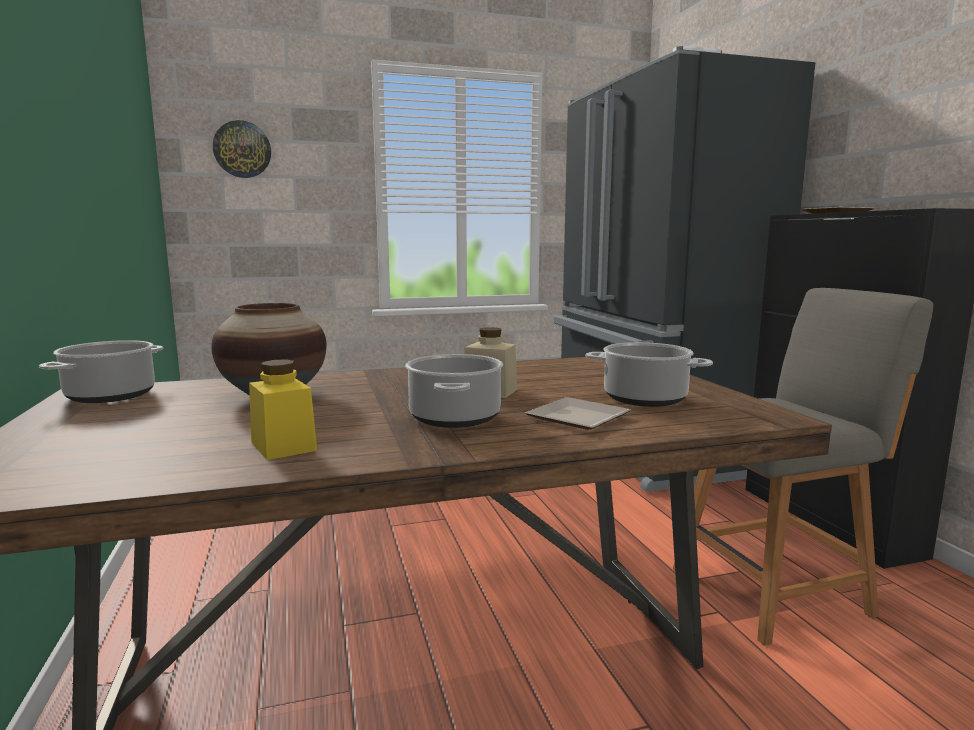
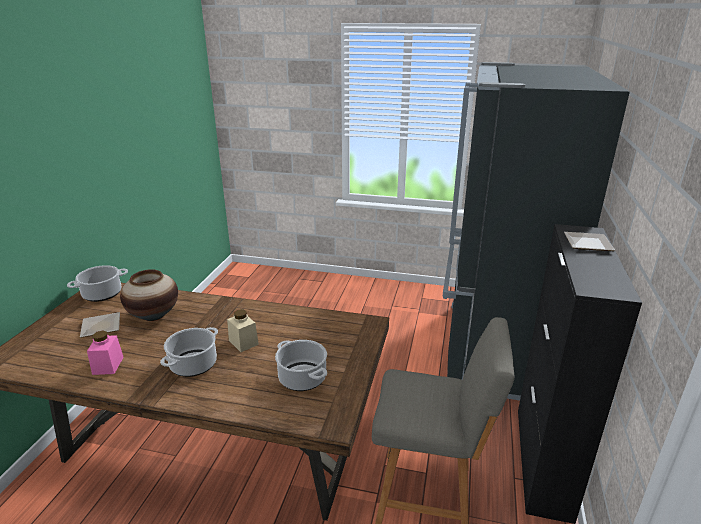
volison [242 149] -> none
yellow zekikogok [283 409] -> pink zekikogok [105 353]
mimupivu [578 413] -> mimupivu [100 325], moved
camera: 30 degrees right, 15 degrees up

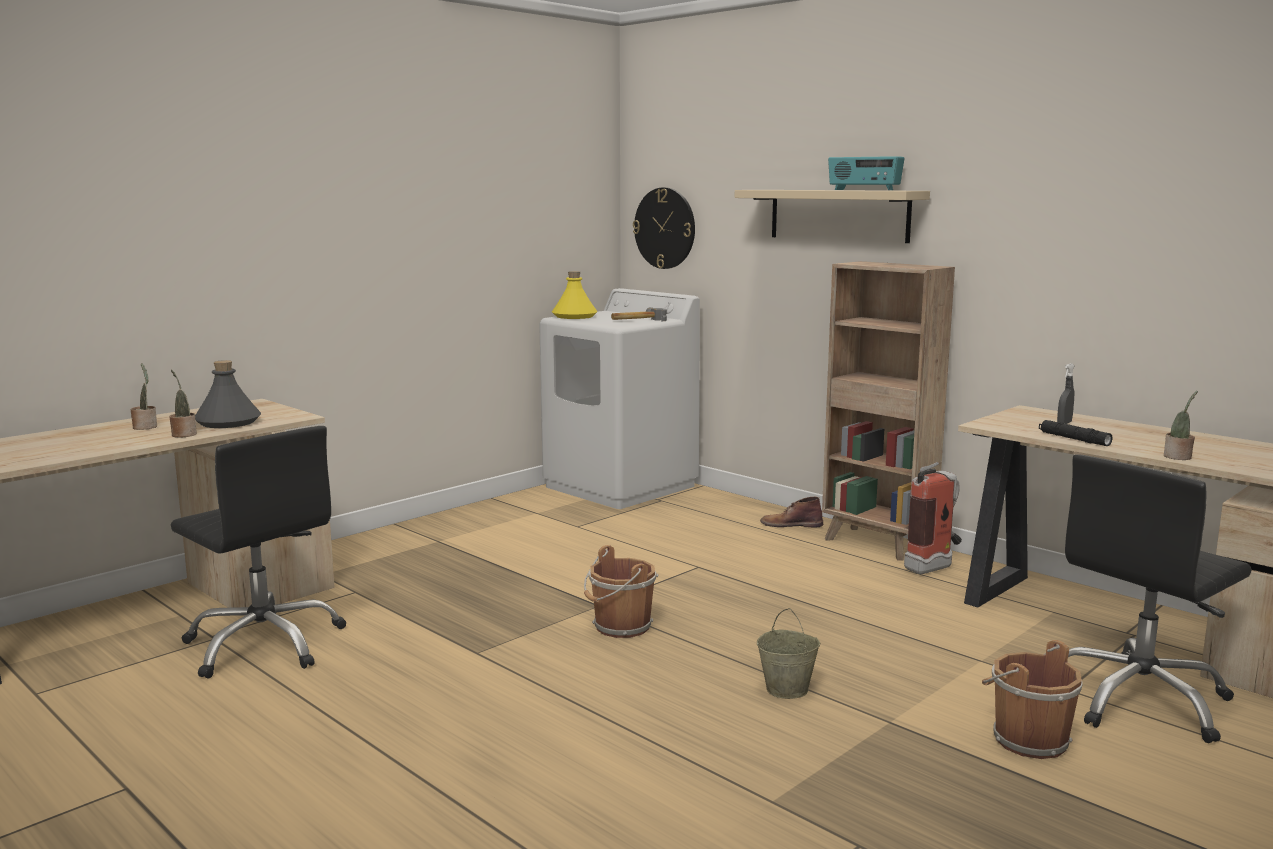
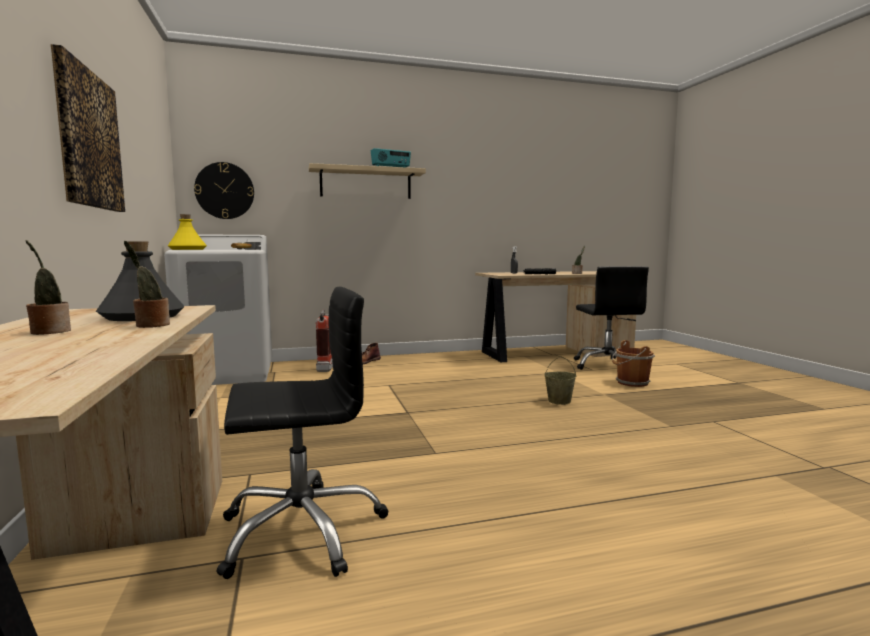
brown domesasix [888 411] -> none
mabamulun [933 518] -> mabamulun [324 340], moved
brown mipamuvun [621 591] -> none
none -> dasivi [88 128]
camera: 60 degrees left, 5 degrees down

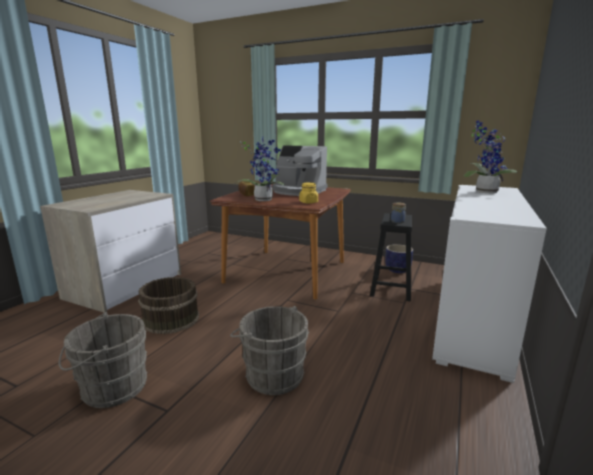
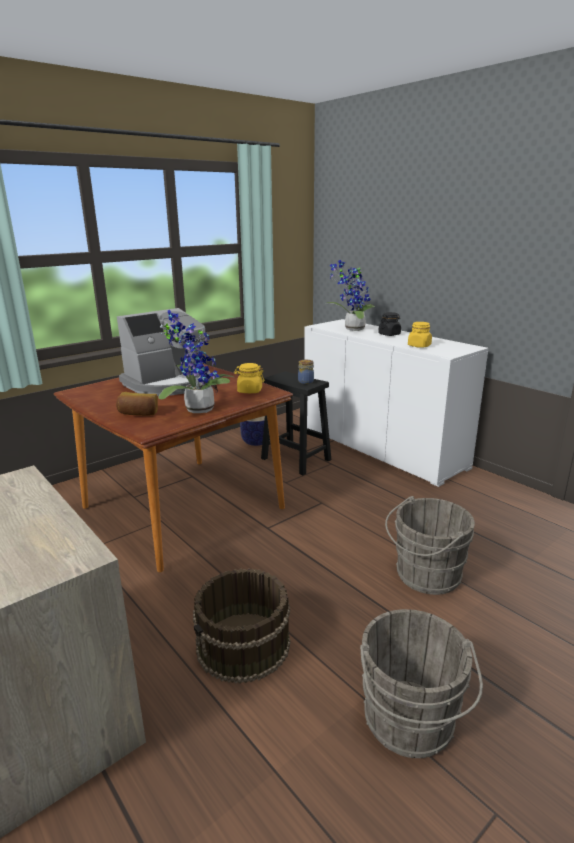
none -> black zekikogok [389 324]
none -> yellow zekikogok [420 335]
camera: 65 degrees left, 5 degrees up

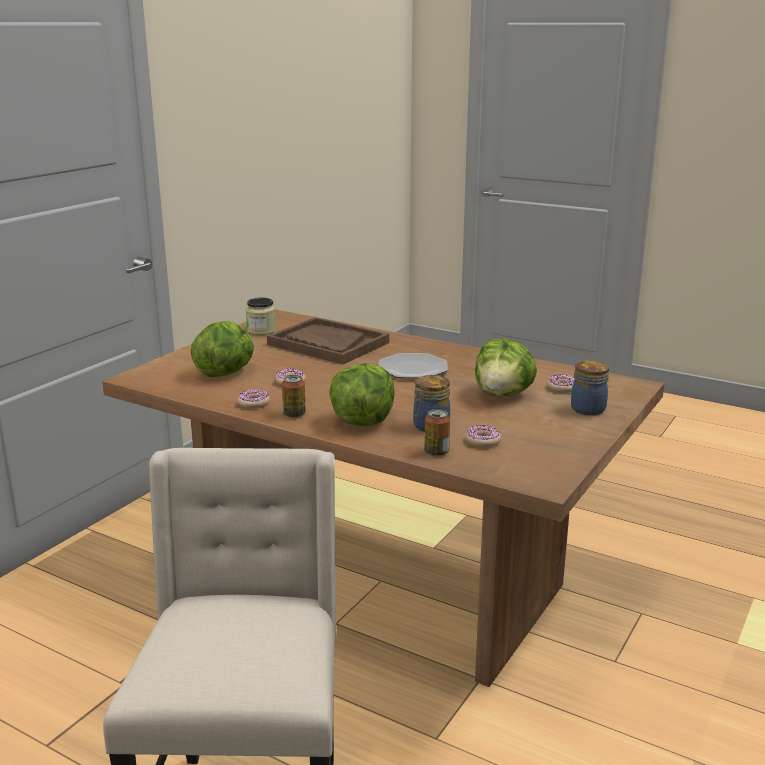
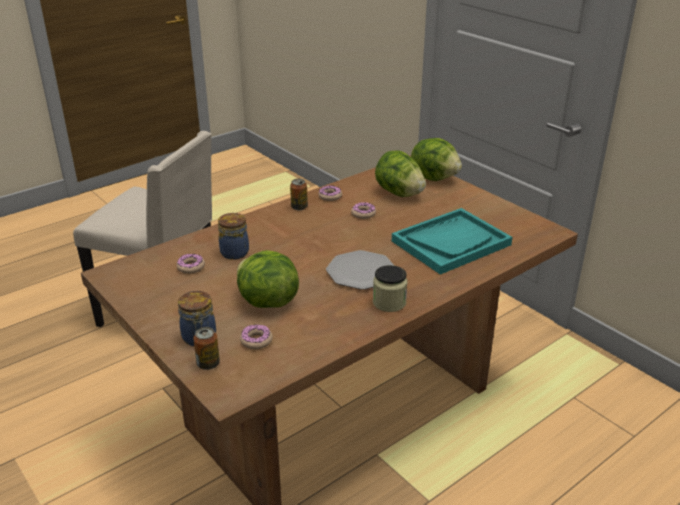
zekikogok [261 316] -> zekikogok [390 288], moved
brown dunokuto [328 340] -> turquoise dunokuto [452 241]
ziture [362 394] -> ziture [436 159], moved
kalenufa [437 432] -> kalenufa [206 348], moved
camera: 110 degrees right, 10 degrees up

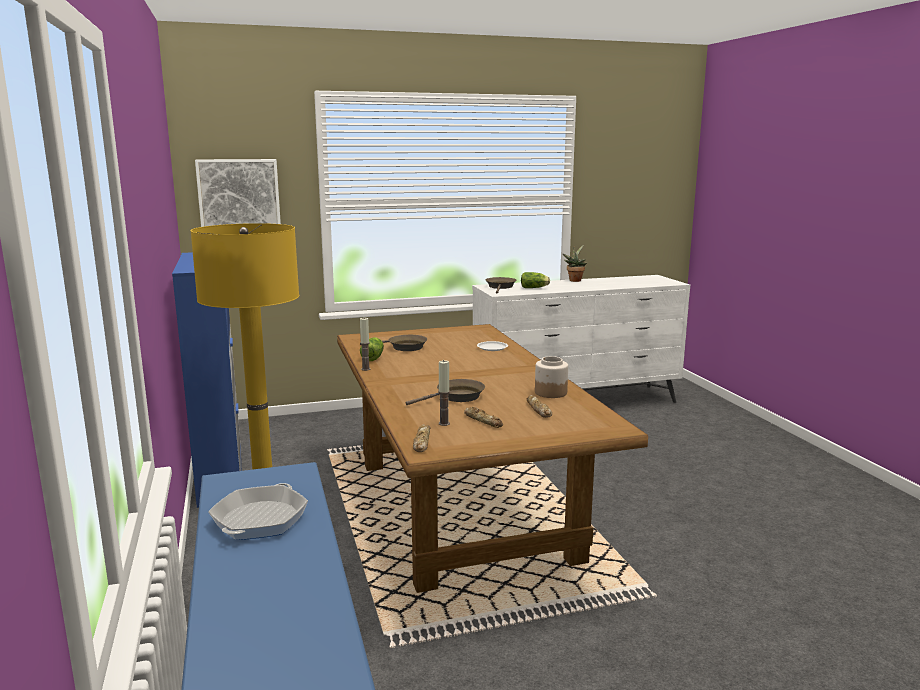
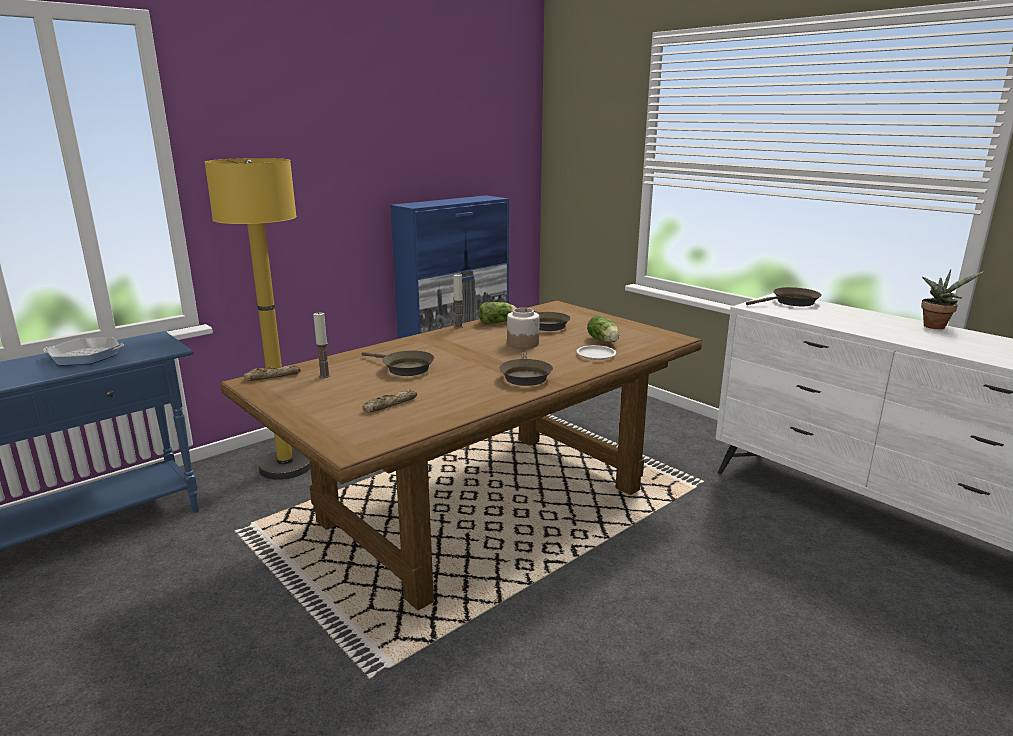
dasivi [238 193] -> none
ziture [535 280] -> ziture [603 328], moved
zekikogok [551 377] -> zekikogok [523 328], moved
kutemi [483 417] -> none
none -> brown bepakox [526 368]
camera: 65 degrees right, 5 degrees up

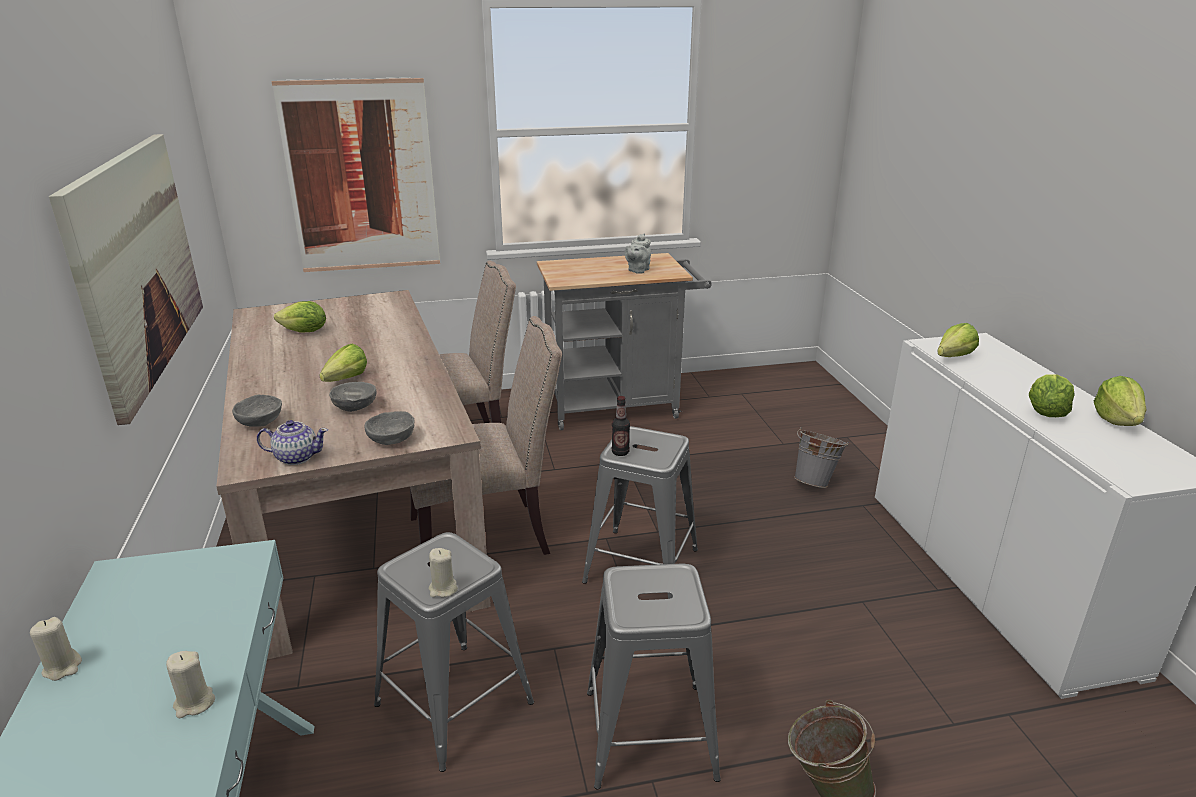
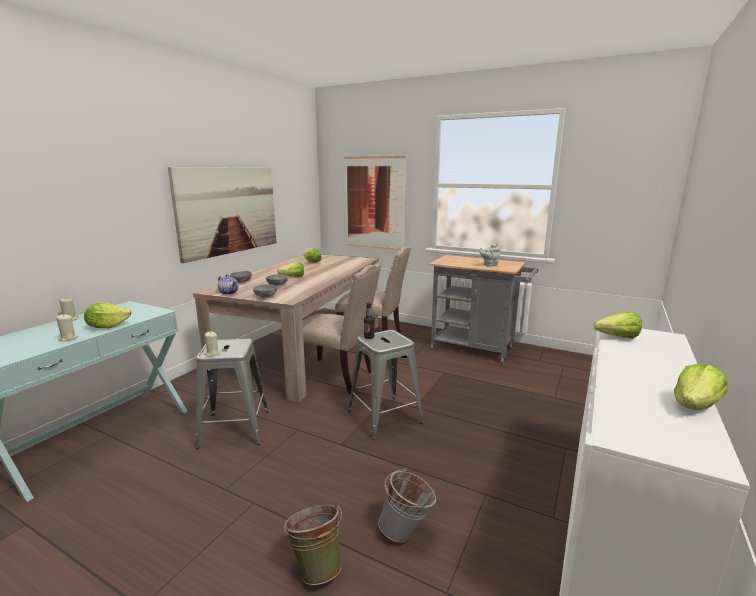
ziture [1052 395] -> ziture [107 315], moved
grey mipamuvun [821 457] -> grey mipamuvun [407 505], moved
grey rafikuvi [654 676] -> none
camera: 40 degrees right, 10 degrees down

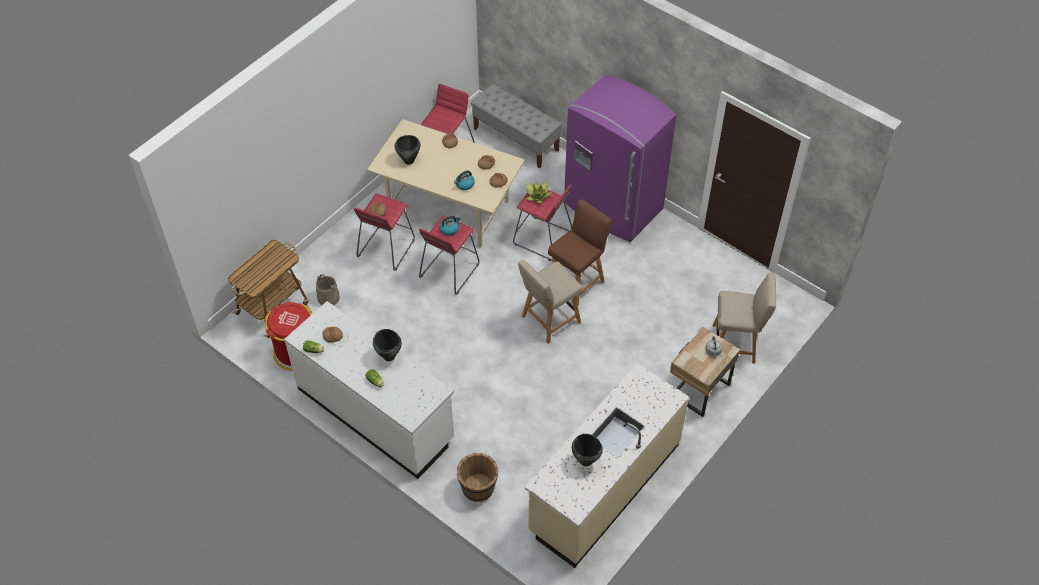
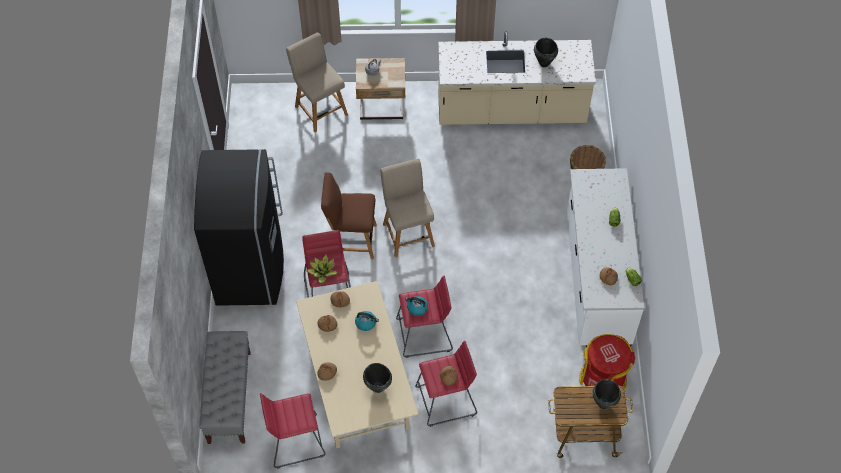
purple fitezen [620 158] -> black fitezen [239 227]
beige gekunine [550 302] -> beige gekunine [407 208], 120 degrees counterclockwise
beige mipamuvun [328 289] -> none
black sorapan [387 345] -> black sorapan [606 394], moved
camera: 130 degrees left, 5 degrees up

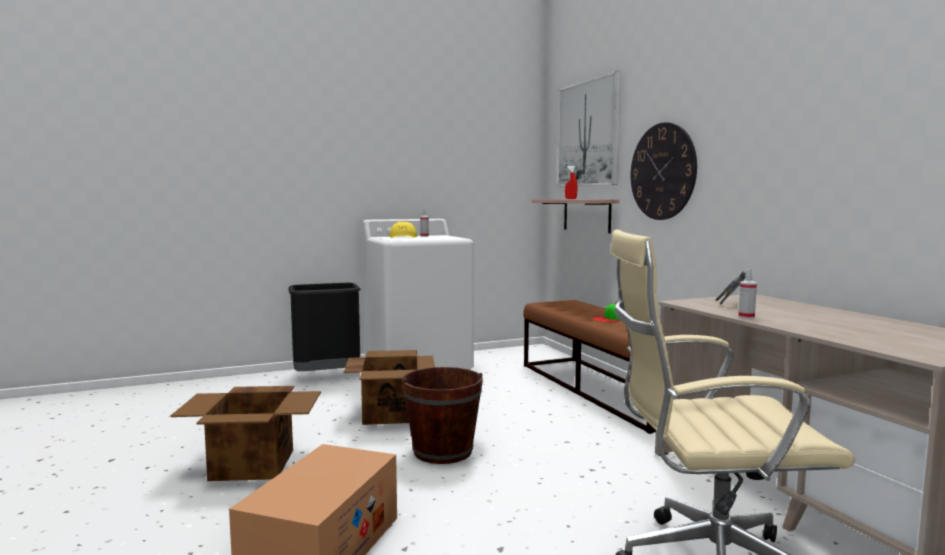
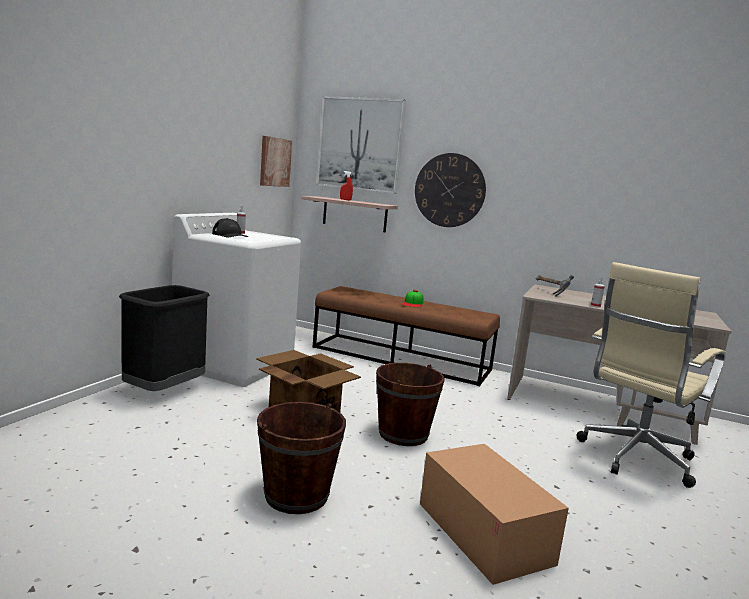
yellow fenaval [403 229] -> black fenaval [230 227]
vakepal [245 433] -> brown mipamuvun [301 458]
none -> dasivi [276 161]
camera: 45 degrees left, 5 degrees up

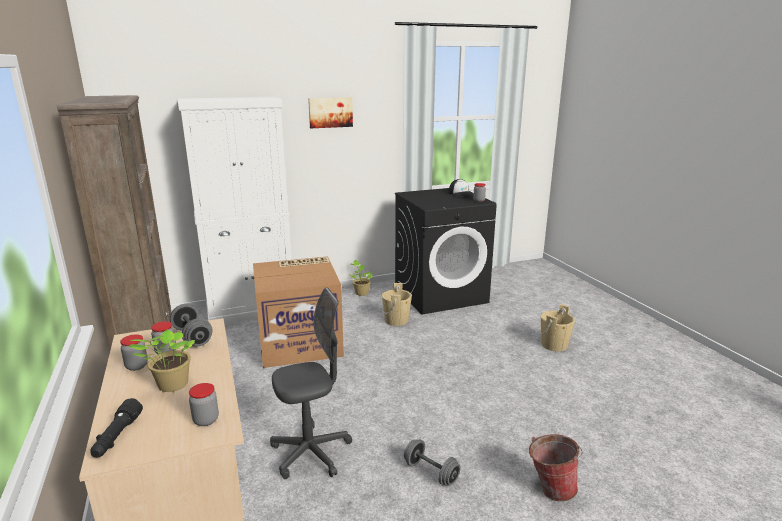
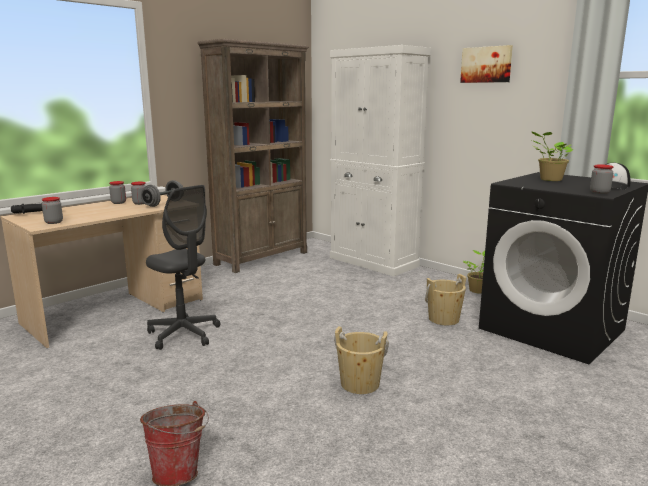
vakepal [298 312] -> none
beige mipamuvun [557 328] -> beige mipamuvun [361 360], moved
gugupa [161 360] -> gugupa [552 156], moved
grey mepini [432 462] -> none
camera: 65 degrees right, 5 degrees down

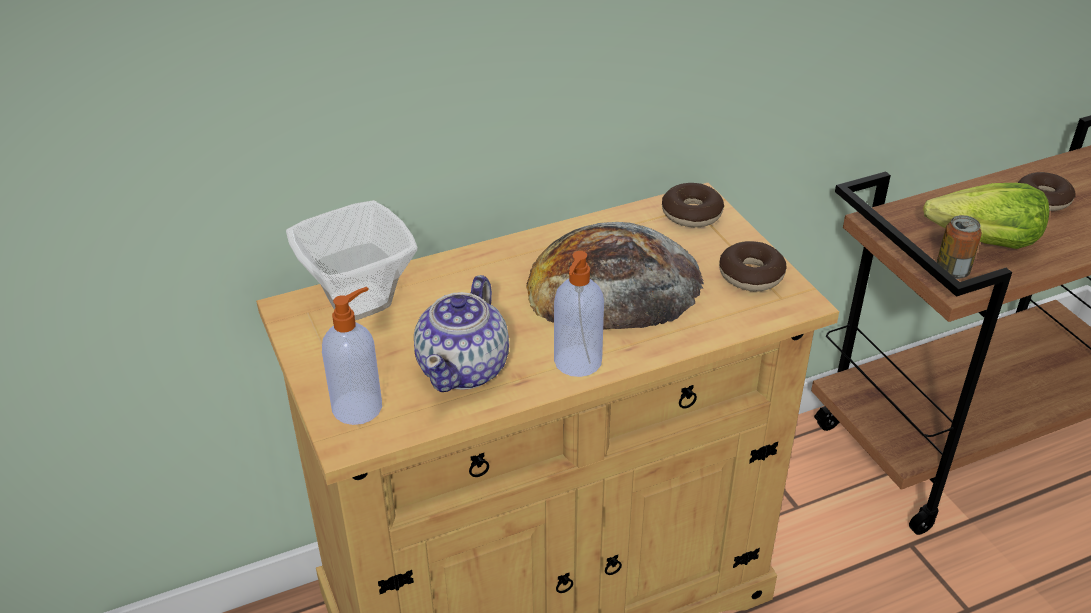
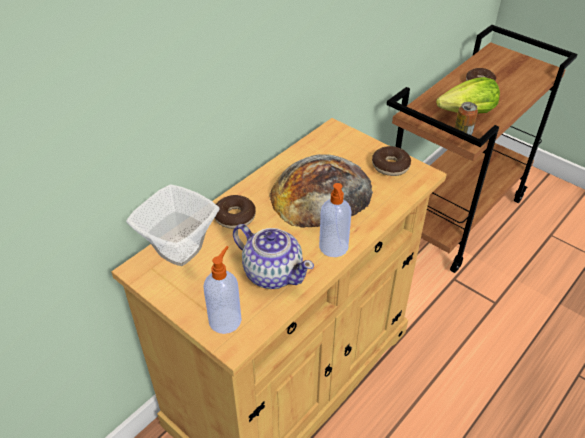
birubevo [693 205] -> birubevo [235 212], moved
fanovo [461 333] -> fanovo [273 256], 45 degrees counterclockwise
camera: 25 degrees left, 5 degrees up

